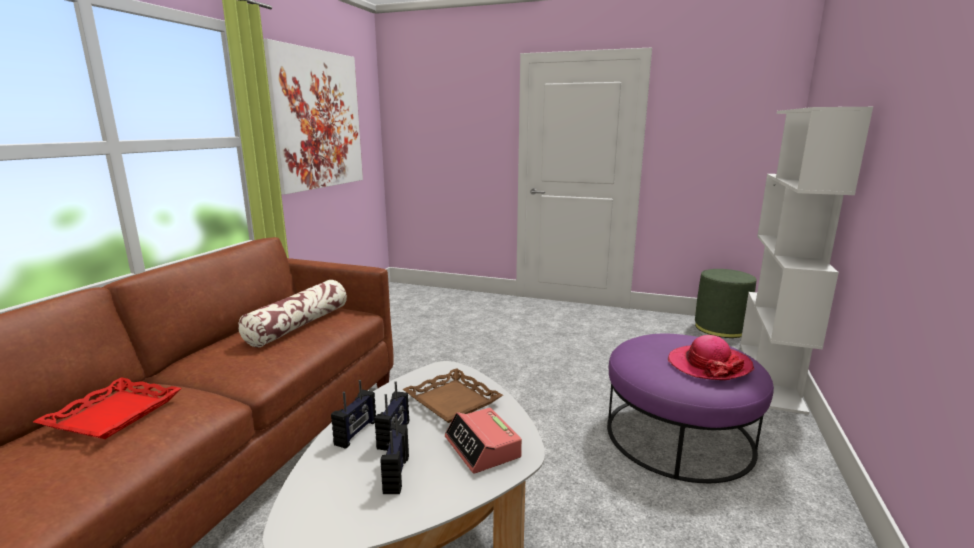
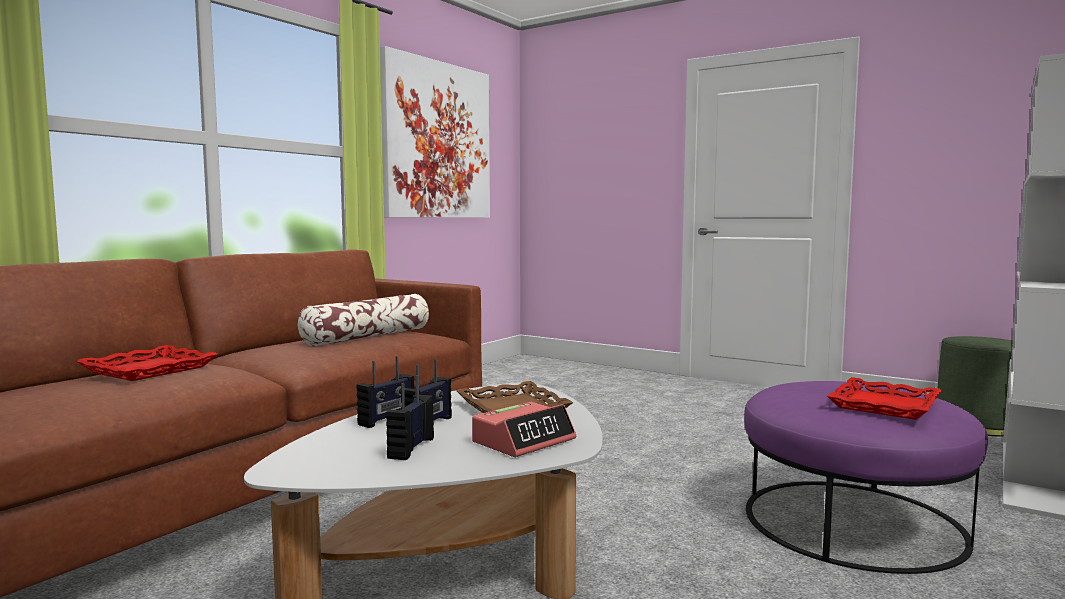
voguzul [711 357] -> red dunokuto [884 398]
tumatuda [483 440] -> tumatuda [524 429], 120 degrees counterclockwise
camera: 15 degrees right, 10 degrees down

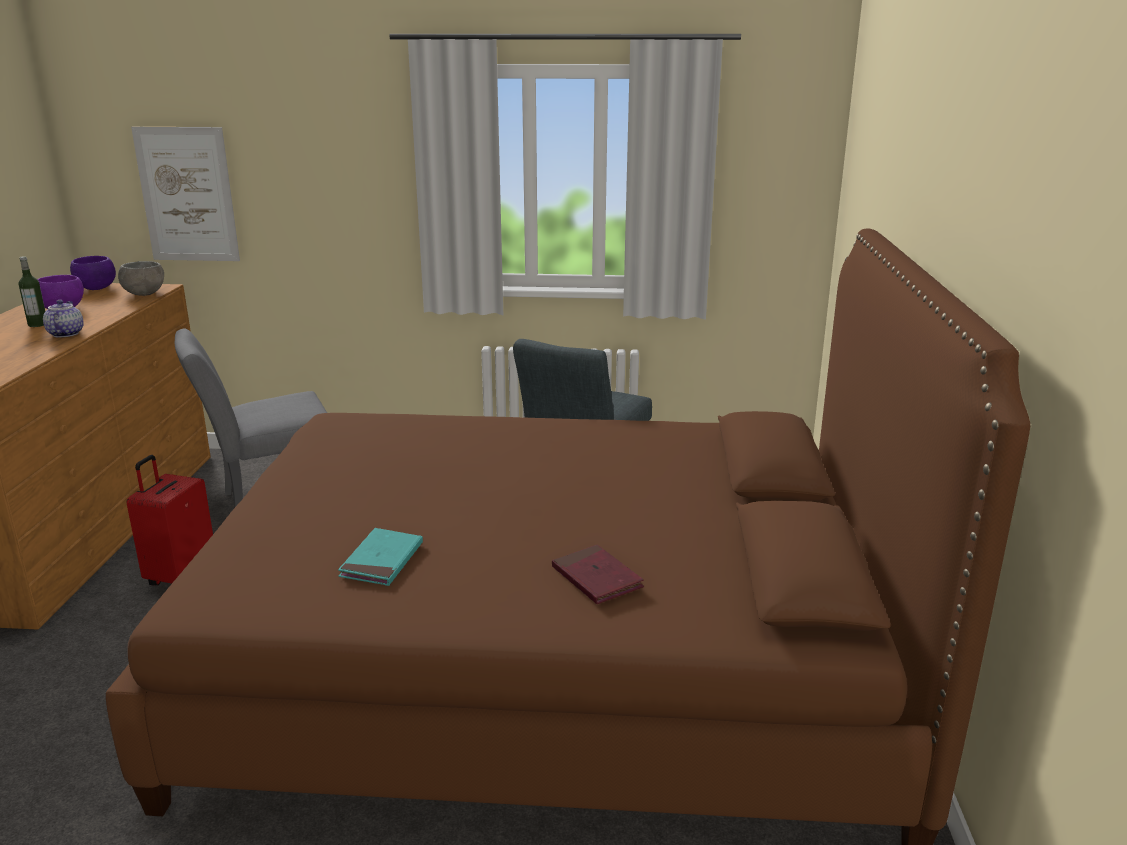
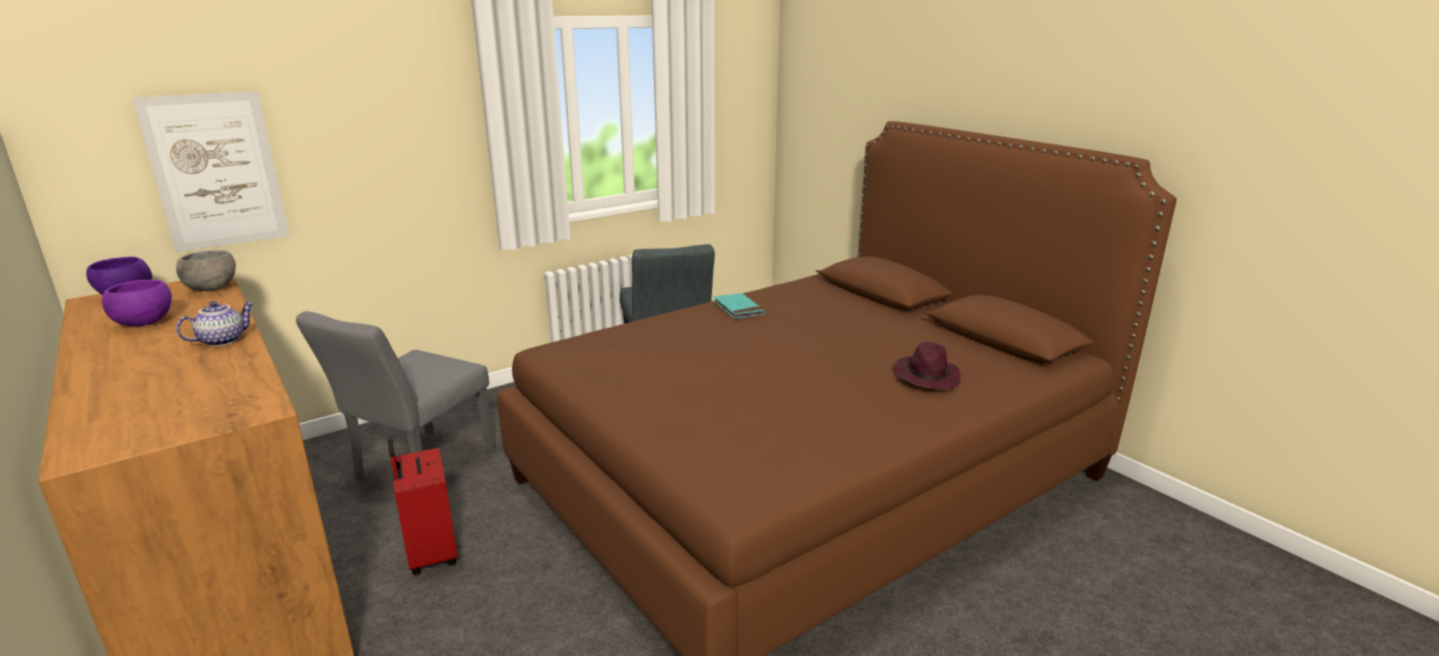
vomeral [32 291] -> none
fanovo [63 318] -> fanovo [215 323], 90 degrees clockwise
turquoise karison [380 557] -> turquoise karison [738 306], moved
red karison [598 574] -> purple voguzul [927 366]
camera: 40 degrees left, 0 degrees up

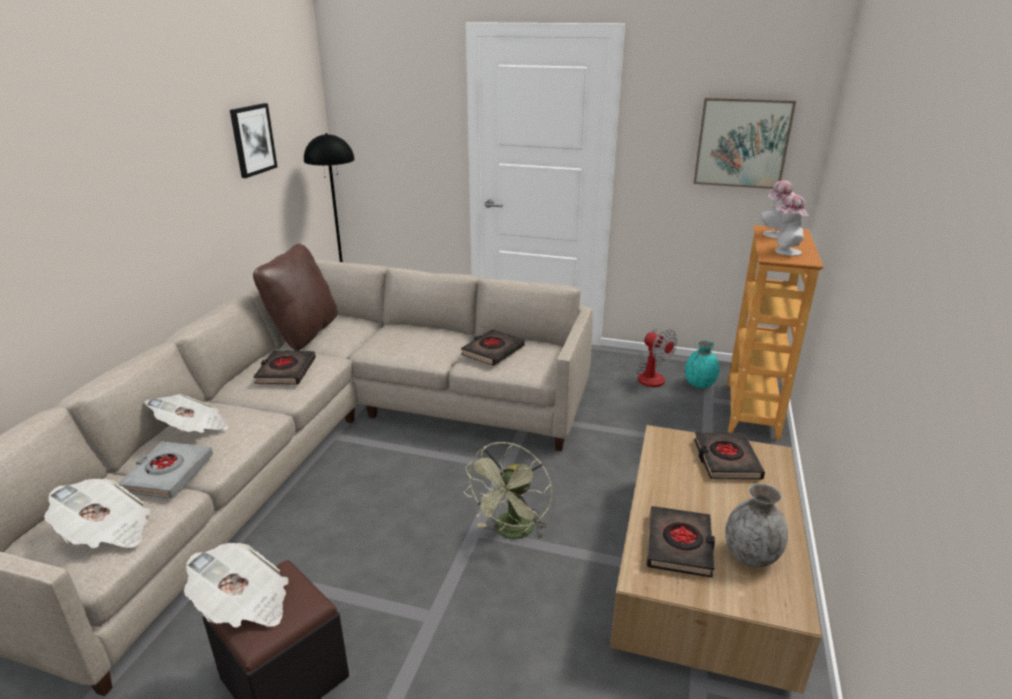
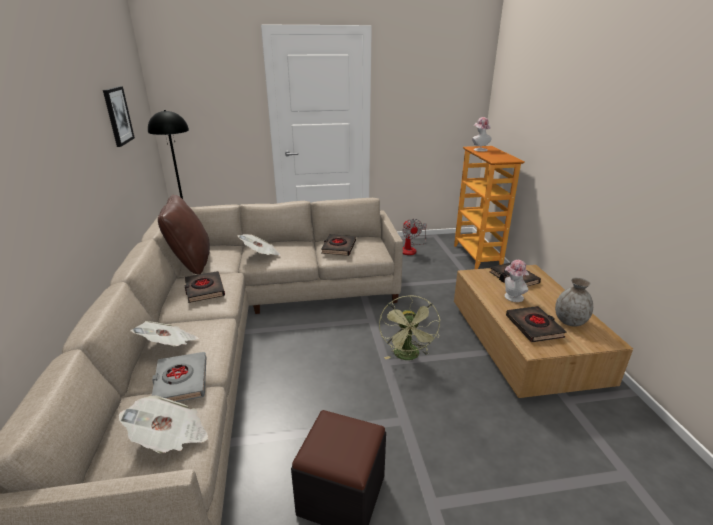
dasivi [744 143] -> none
voguzul [791 225] -> voguzul [517 281], moved
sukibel [657 358] -> sukibel [414 237], 45 degrees clockwise
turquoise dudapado [702 364] -> none
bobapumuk [236 585] -> bobapumuk [259 245], moved
camera: 25 degrees left, 0 degrees up

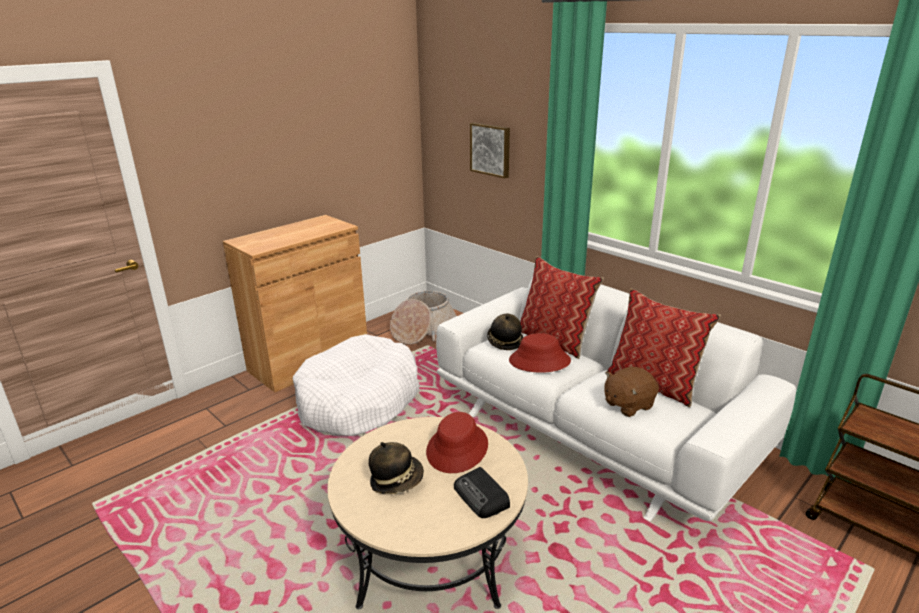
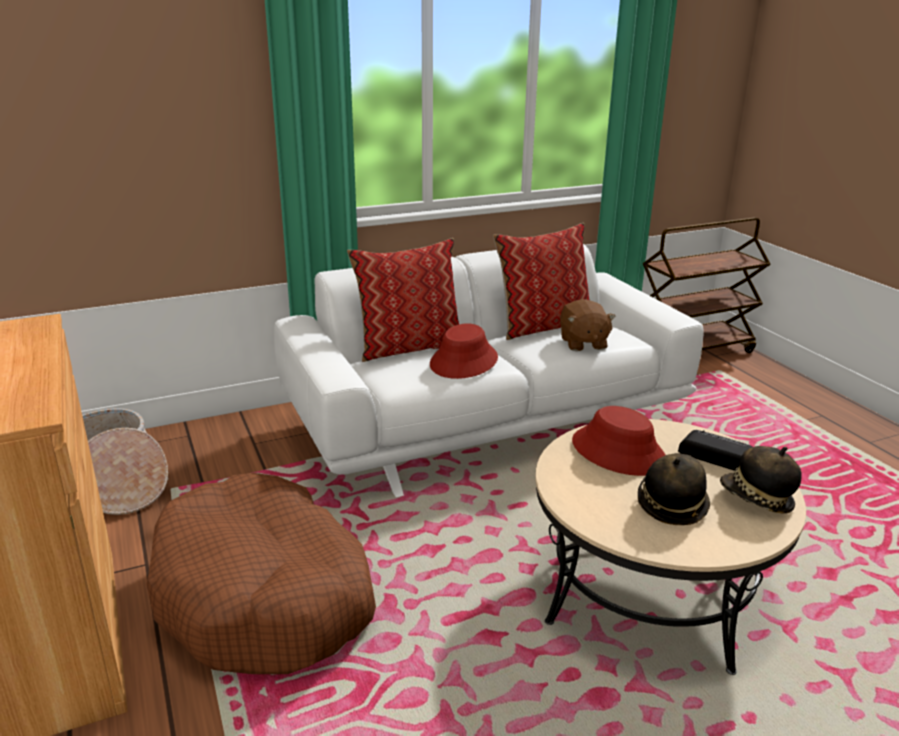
dasivi [490 150] -> none
voguzul [505 331] -> voguzul [761 479], moved
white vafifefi [356 385] -> brown vafifefi [261 573]
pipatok [482 492] -> pipatok [715 450], 135 degrees counterclockwise
camera: 70 degrees left, 0 degrees up

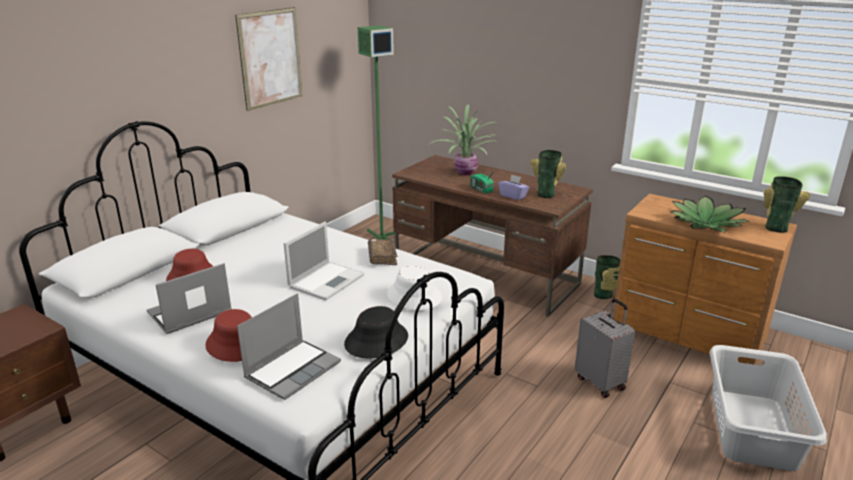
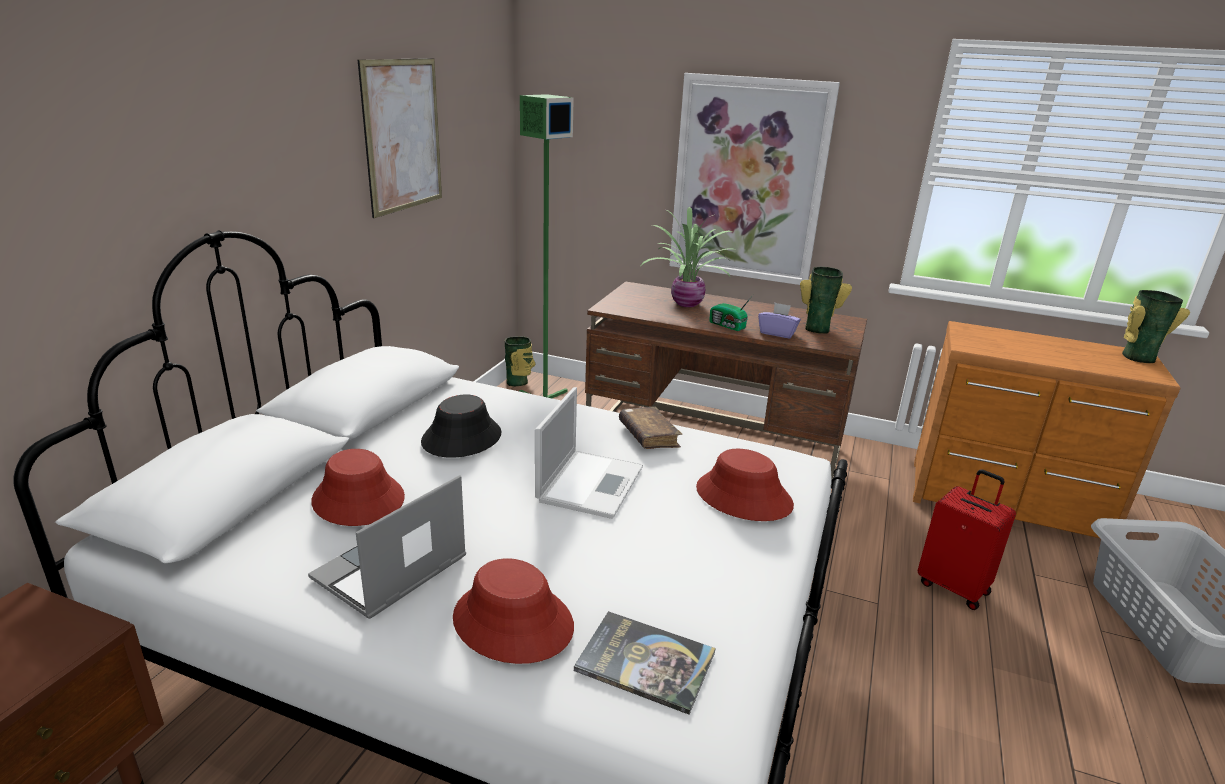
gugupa [710 214] -> none
dudapado [607 277] -> dudapado [520 361], moved
white voguzul [414 288] -> red voguzul [745 485]
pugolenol [289 346] -> karison [645 663]
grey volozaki [605 348] -> red volozaki [967 539]
black voguzul [376 332] -> black voguzul [461 426], moved
none -> dasivi [754 179]
camera: 15 degrees left, 0 degrees up

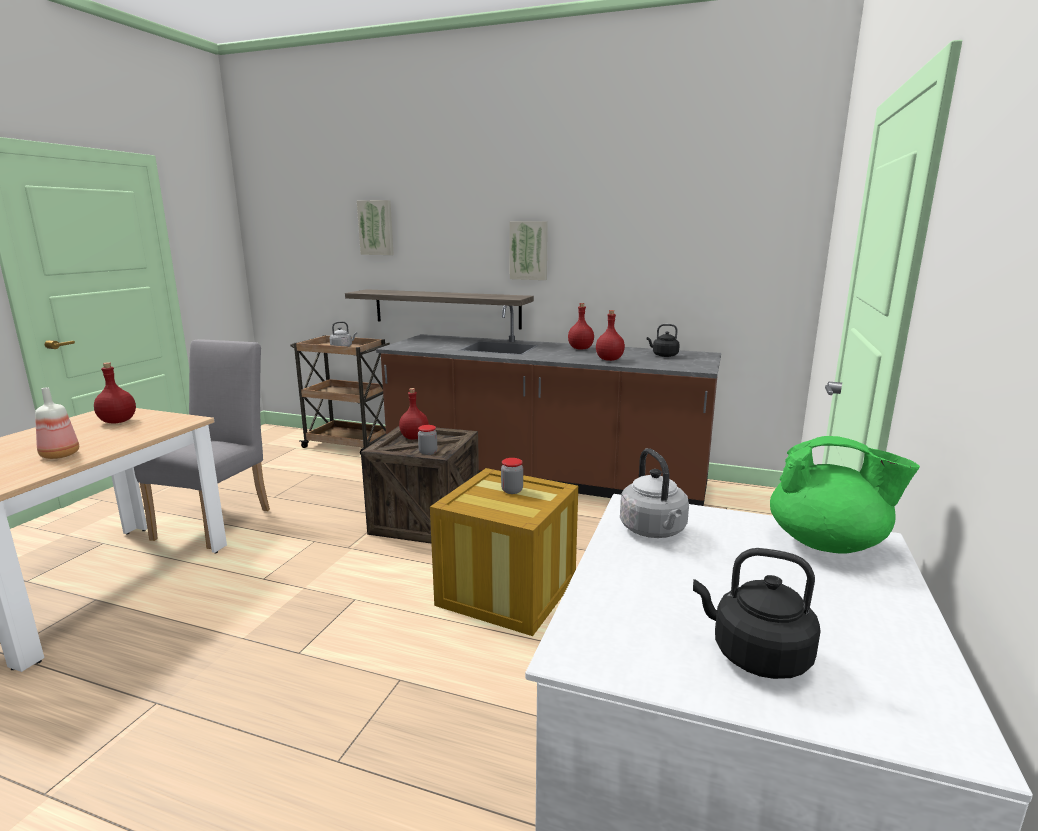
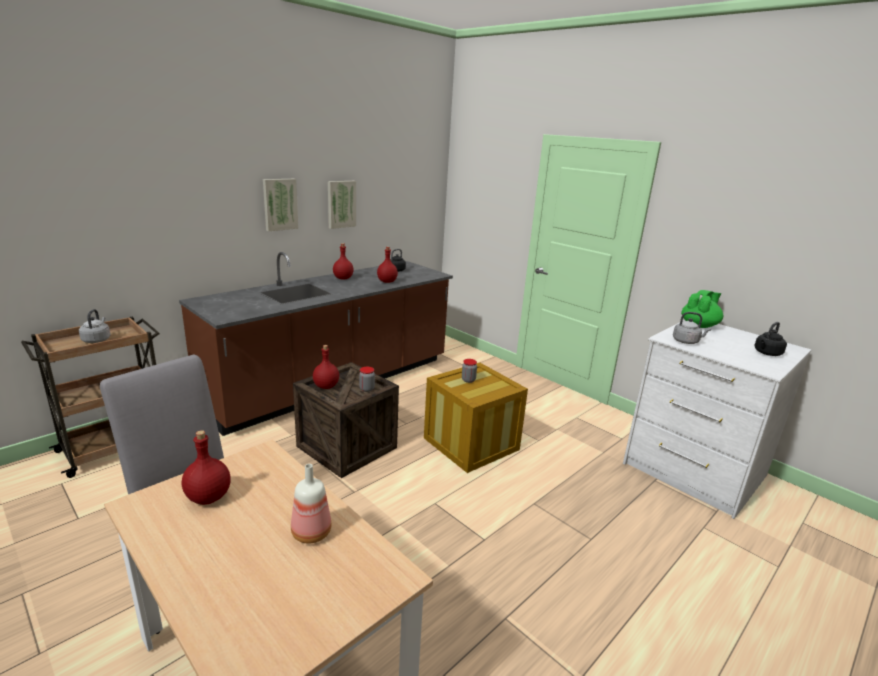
dasivi [375 227] -> dasivi [342 205], moved
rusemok [439 309] -> none
camera: 65 degrees left, 5 degrees up

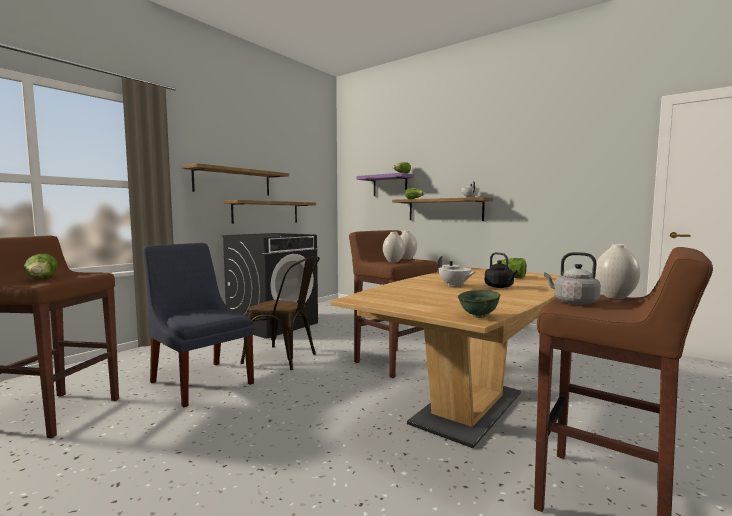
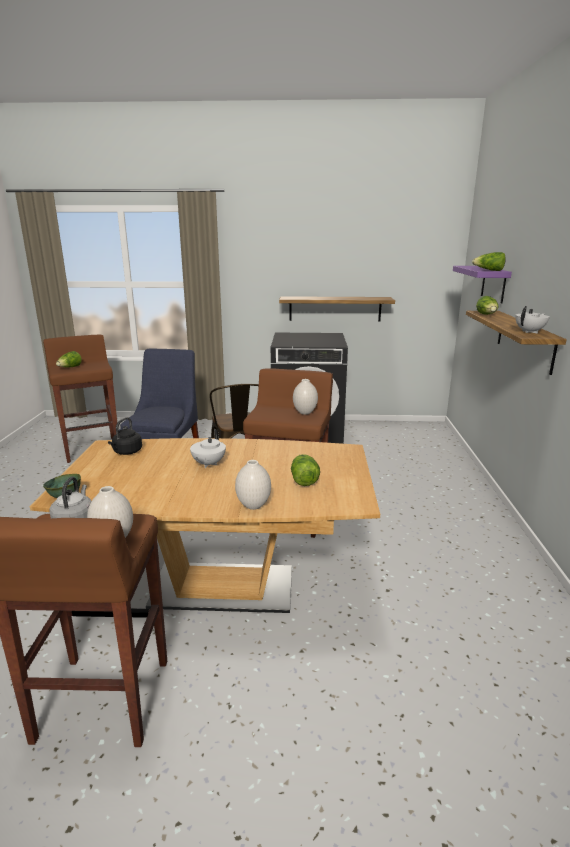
rusemok [235 179] -> none
white dudapado [394 247] -> white dudapado [253 485], moved
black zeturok [501 270] -> black zeturok [125 436], moved
camera: 55 degrees right, 15 degrees up

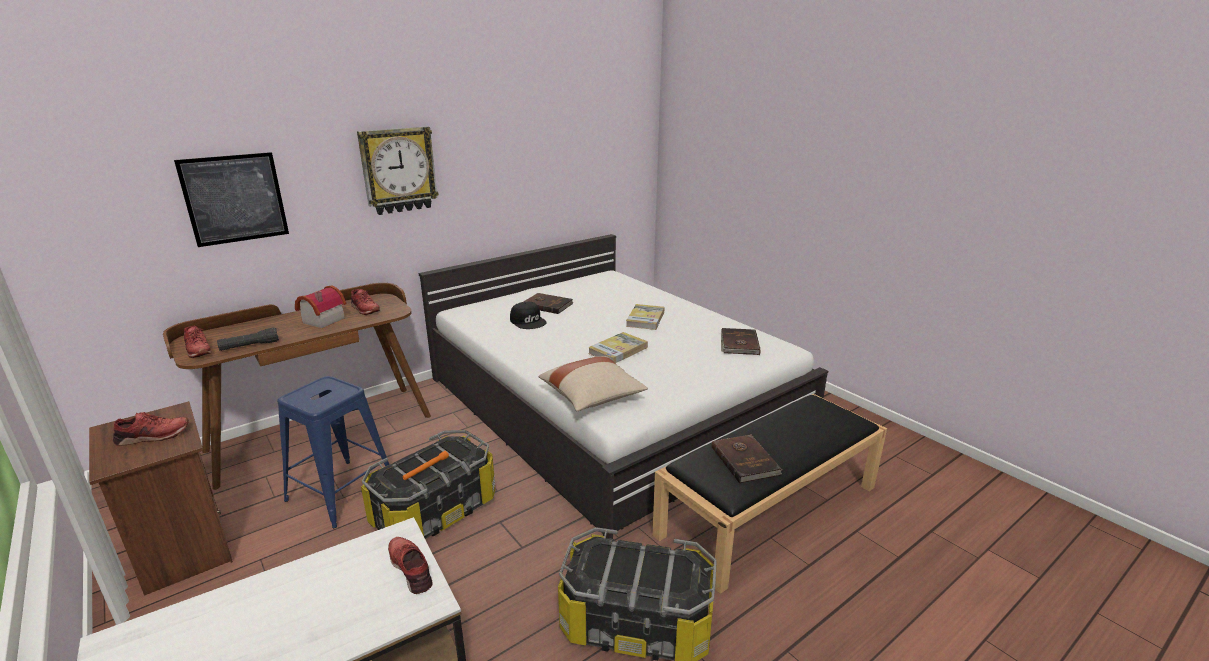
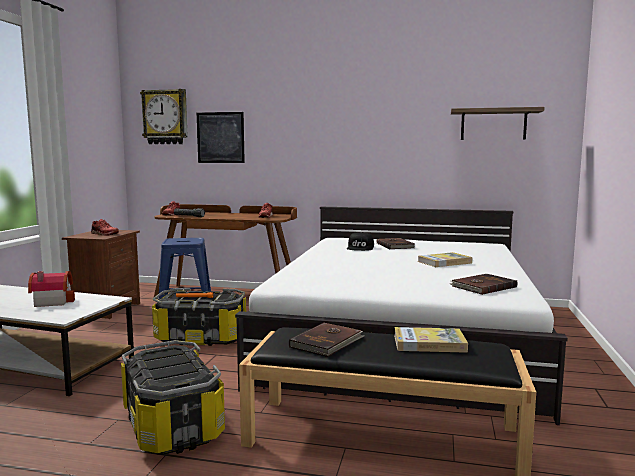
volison [398 171] -> volison [164 116], moved
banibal [320 306] -> banibal [51 289], moved
karison [618 347] -> karison [431 340], moved
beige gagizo [593 383] -> none
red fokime [410 565] -> none
none -> rusemok [497 123]
camera: 50 degrees right, 15 degrees down

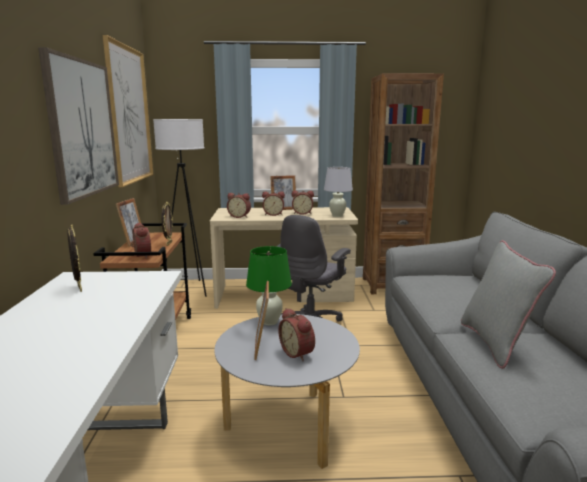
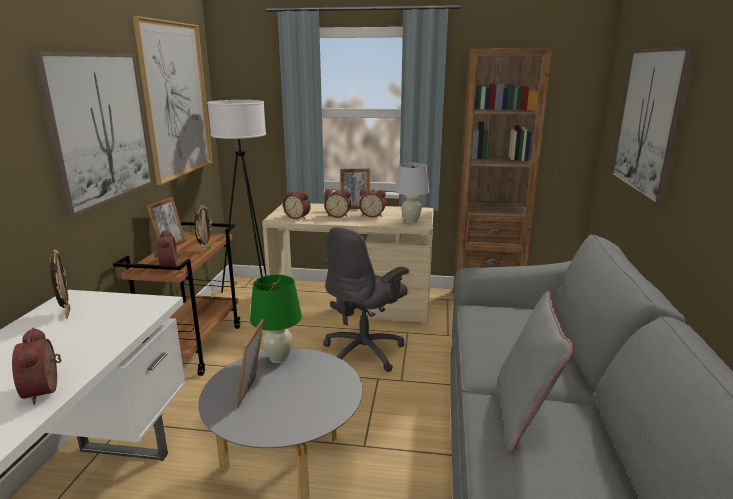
tumatuda [296 334] -> tumatuda [36 366], moved
none -> dasivi [654 126]
camera: 10 degrees right, 5 degrees up

